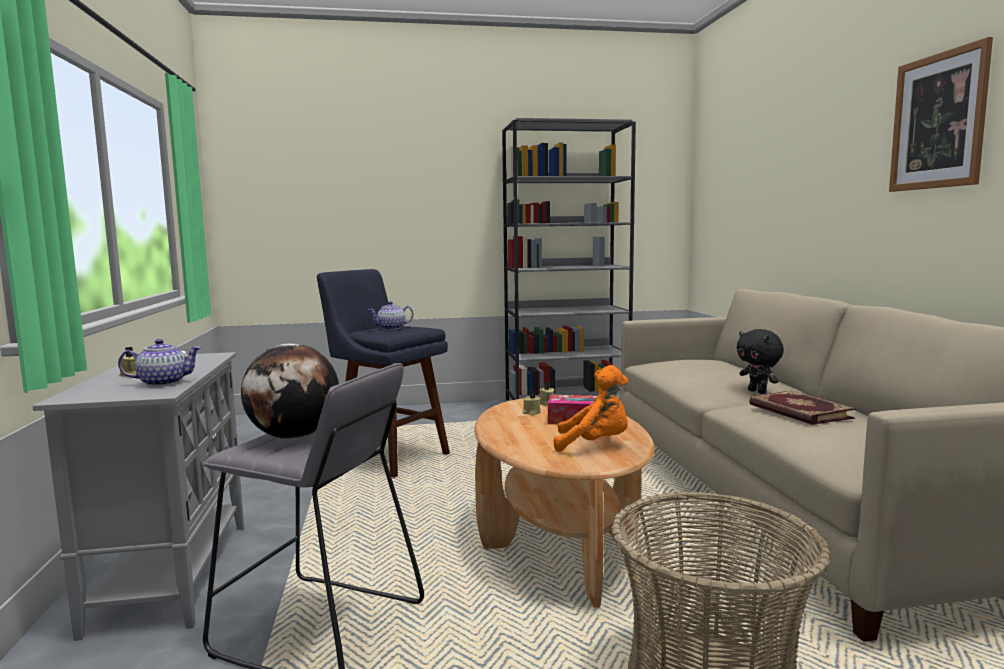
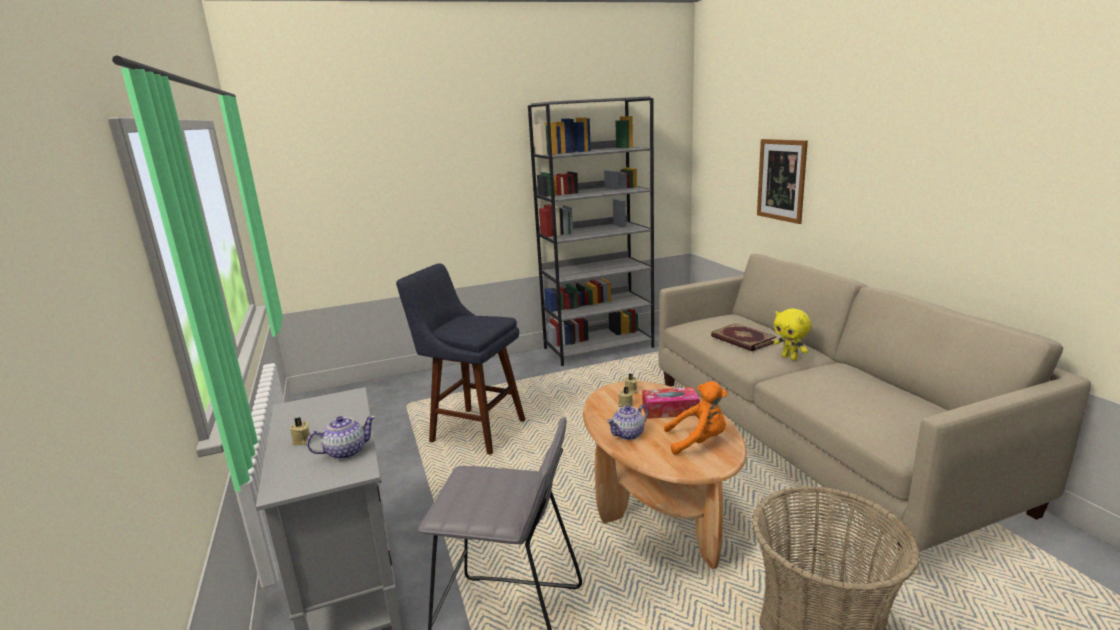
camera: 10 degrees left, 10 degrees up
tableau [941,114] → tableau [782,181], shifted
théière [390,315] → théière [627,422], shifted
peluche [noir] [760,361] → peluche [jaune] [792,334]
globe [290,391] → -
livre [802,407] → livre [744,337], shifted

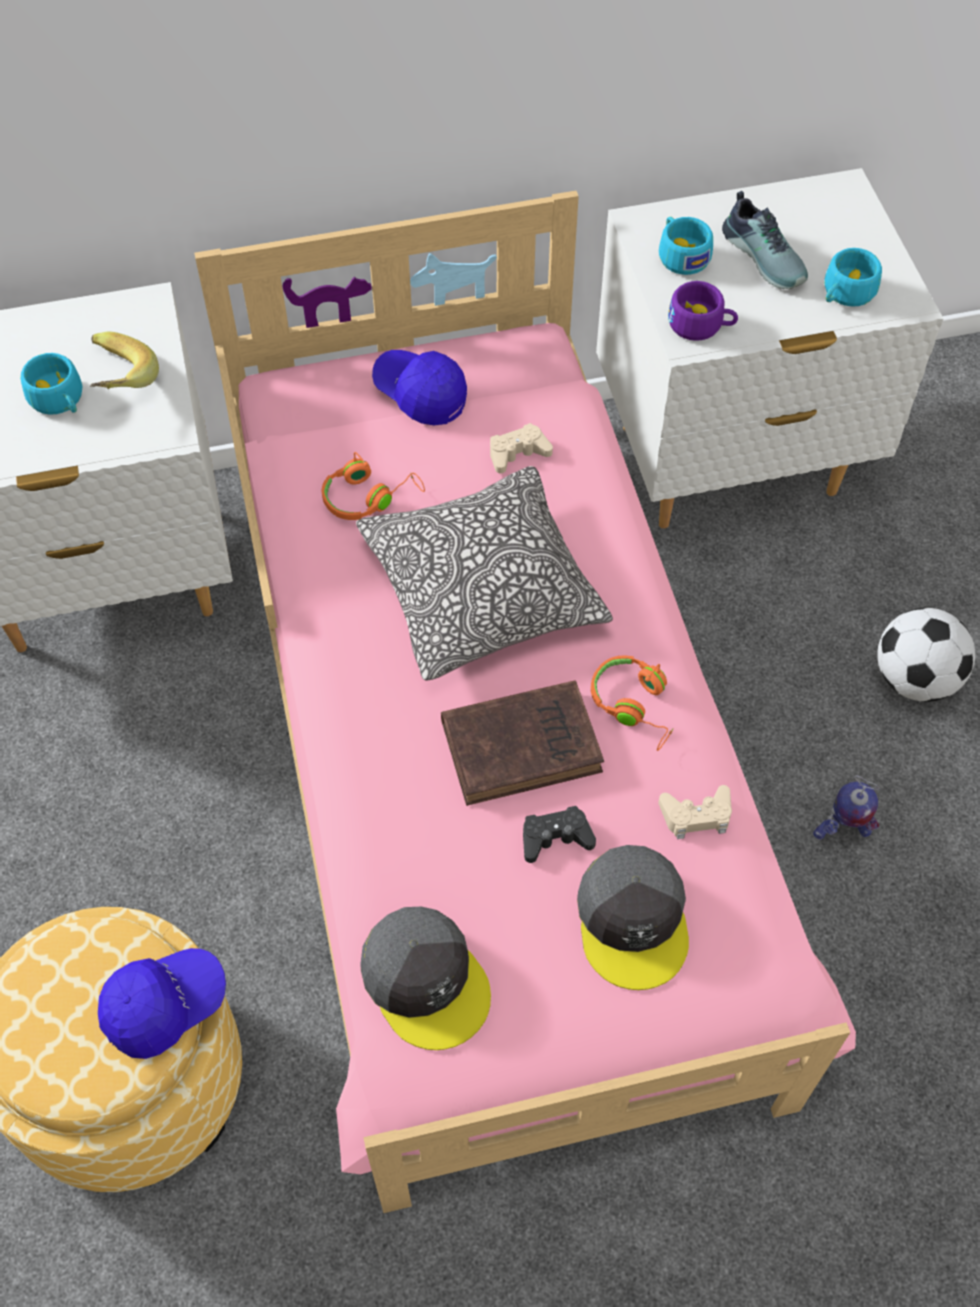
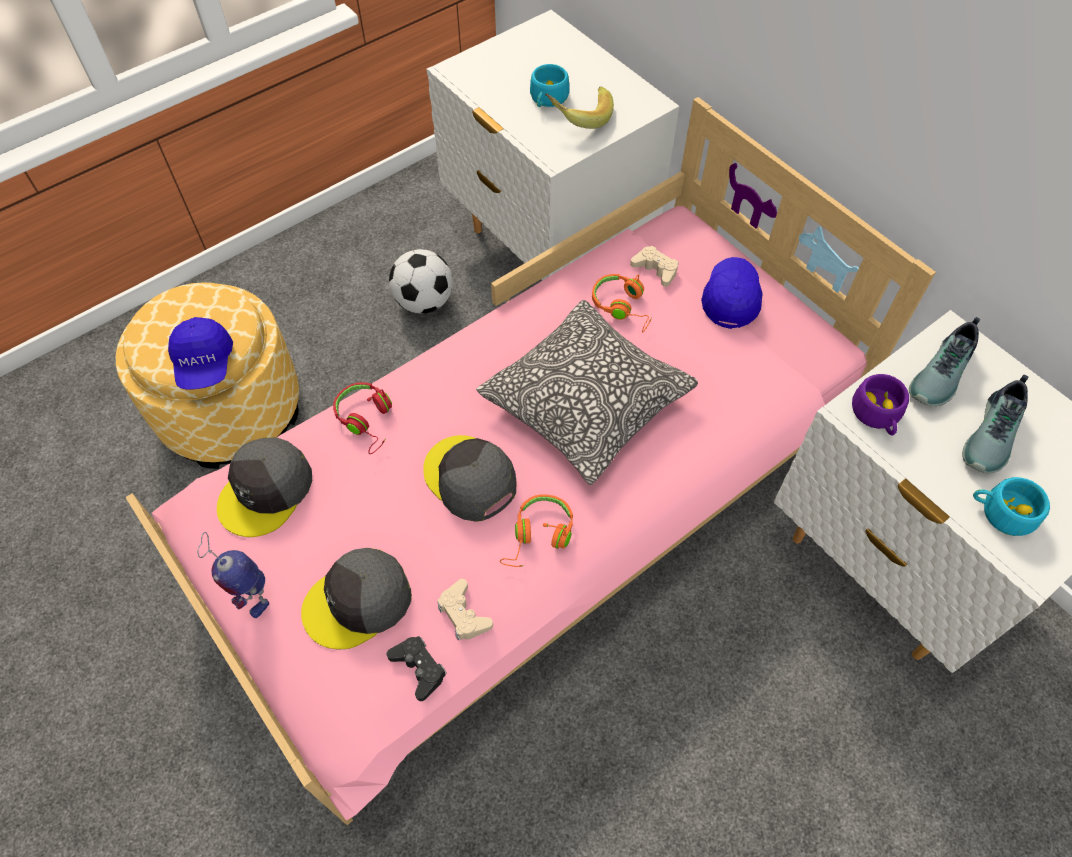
camera: 65 degrees right, 0 degrees up
tasse [turquoise] [686,246] → chaussure [944,361]
manette [beige] [521,448] → manette [beige] [654,266], shifted
ballon de foot [926,655] → ballon de foot [421,281], shifted
livre [marron] [522,743] → casquette [gris] [469,478]
robot jouet [846,807] → robot jouet [233,575], shifted
manette [noir] [559,834] → manette [noir] [417,668], shifted
casquette [bleu] [162,1003] → casquette [bleu] [200,353], 45 degrees clockwise
- → casque audio [rouge] [362,418]

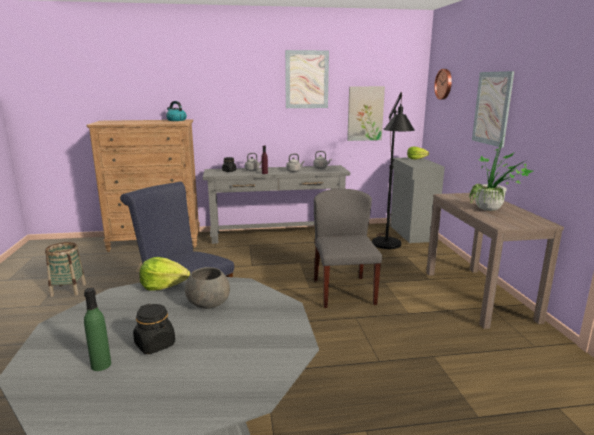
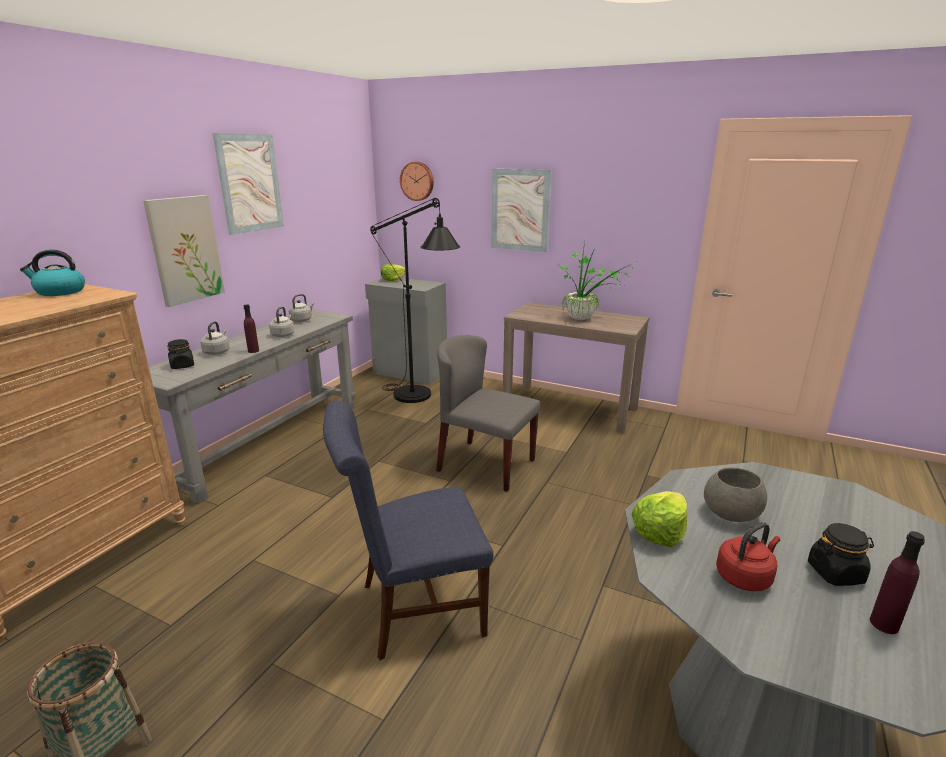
camera: 55 degrees left, 5 degrees up
tableau [366,113] → tableau [184,251], shifted
bouteille [vert] [97,329] → bouteille [violet] [897,582]
- → bouilloire [rouge] [748,556]

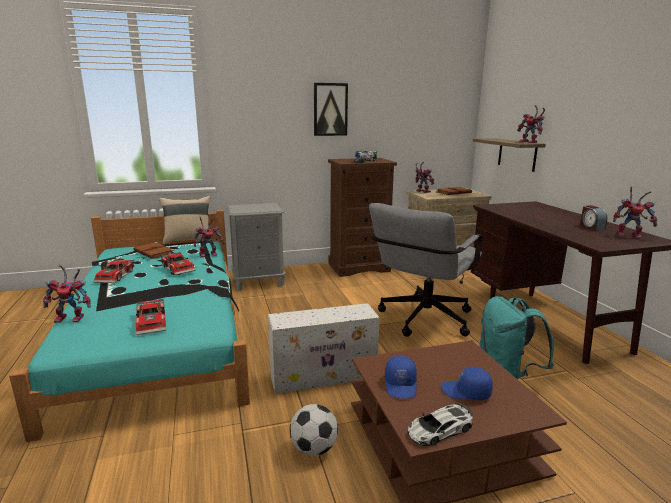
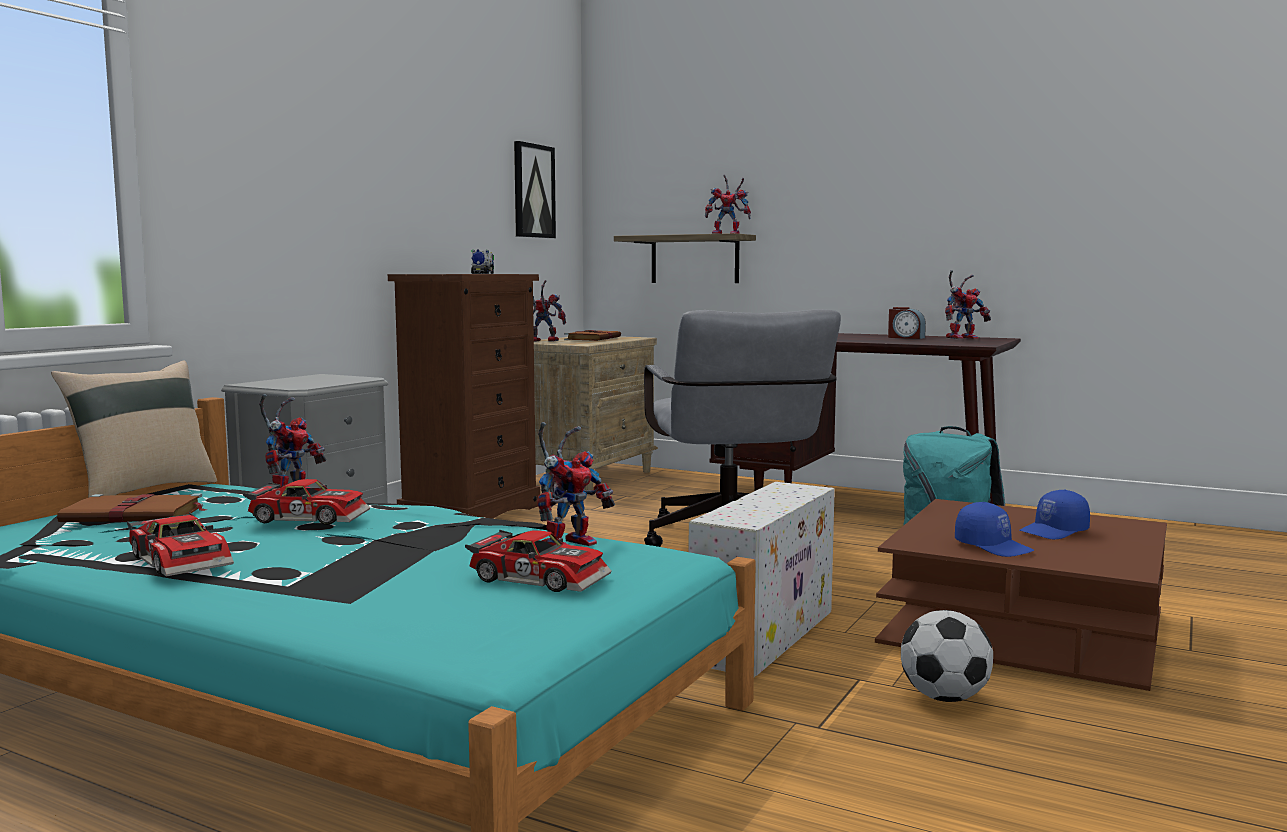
camera: 45 degrees left, 10 degrees down
tableau [331,109] → tableau [535,189], shifted
robot jouet [67,294] → robot jouet [576,484], shifted
petite voiture [440,424] → -

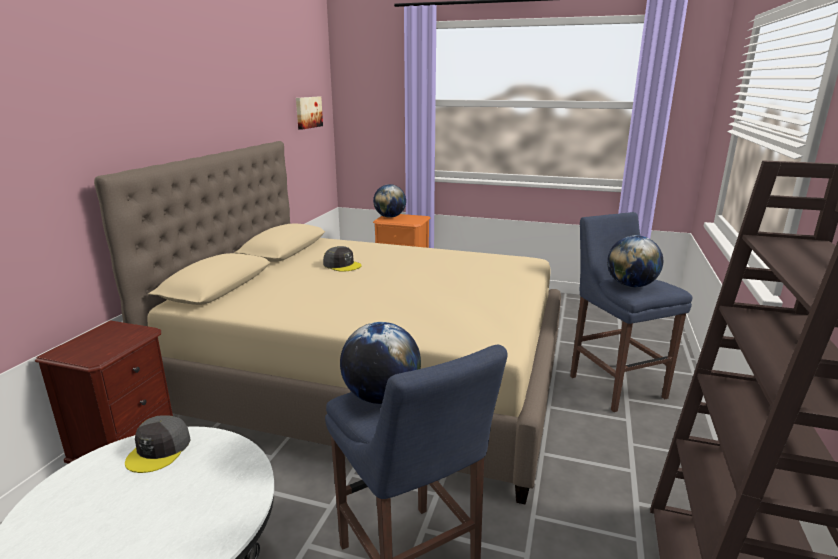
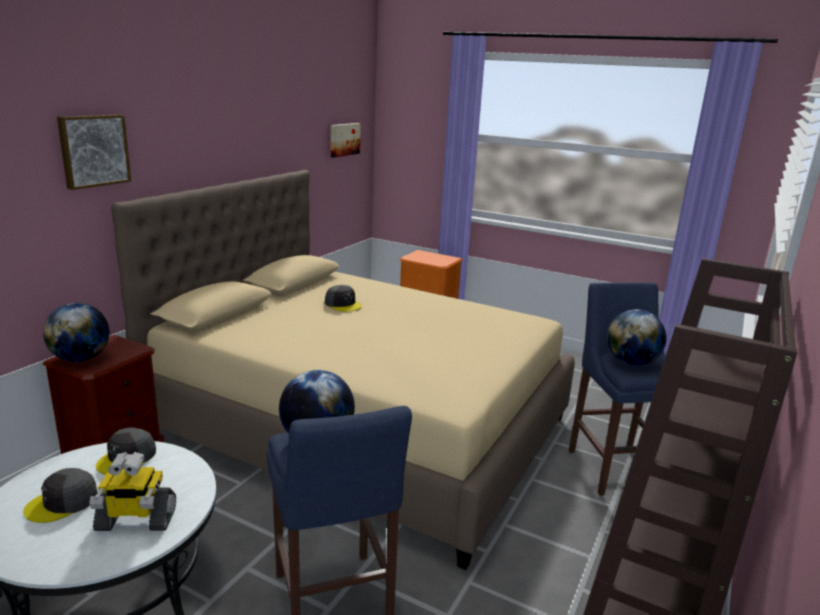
camera: 10 degrees right, 0 degrees up
globe [389,201] → globe [76,332], shifted
- → tableau [94,152]
- → robot jouet [132,491]
- → casquette [gris] [60,495]

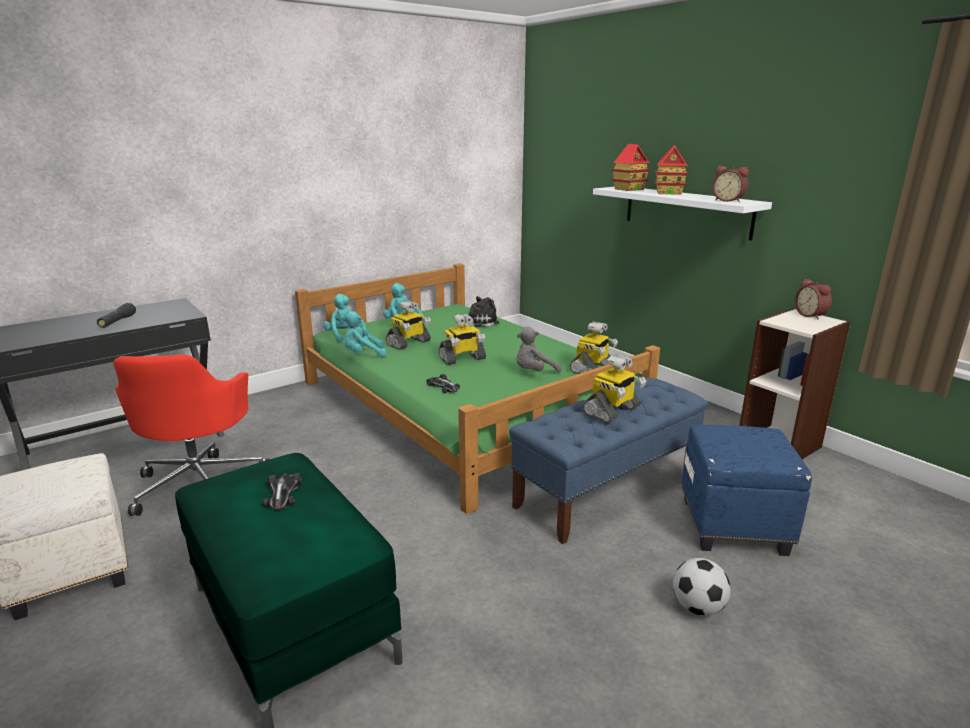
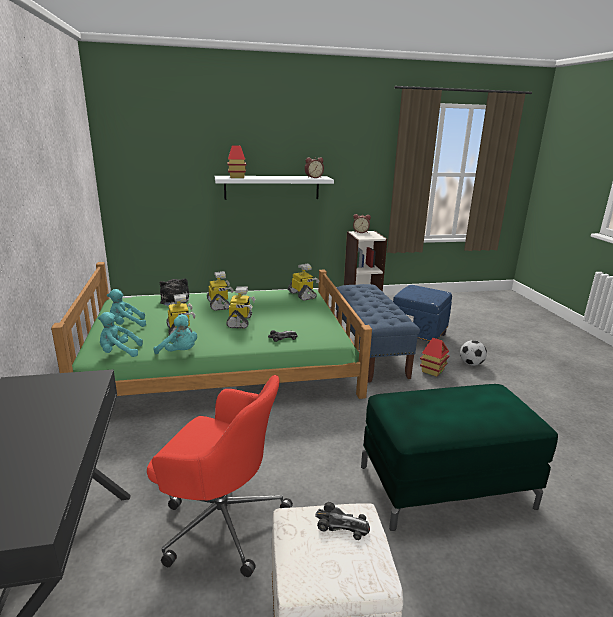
camera: 65 degrees left, 0 degrees up
maison miniature [671,170] → maison miniature [435,357], shifted
lampe de poche [noir] [116,315] → -
peluche [turquoise] [364,334] → peluche [turquoise] [175,334], 75 degrees counterclockwise
peluche [gris] [539,349] → -
robot jouet [615,388] → robot jouet [220,291], shifted
petite voiture [282,491] → petite voiture [342,521], shifted

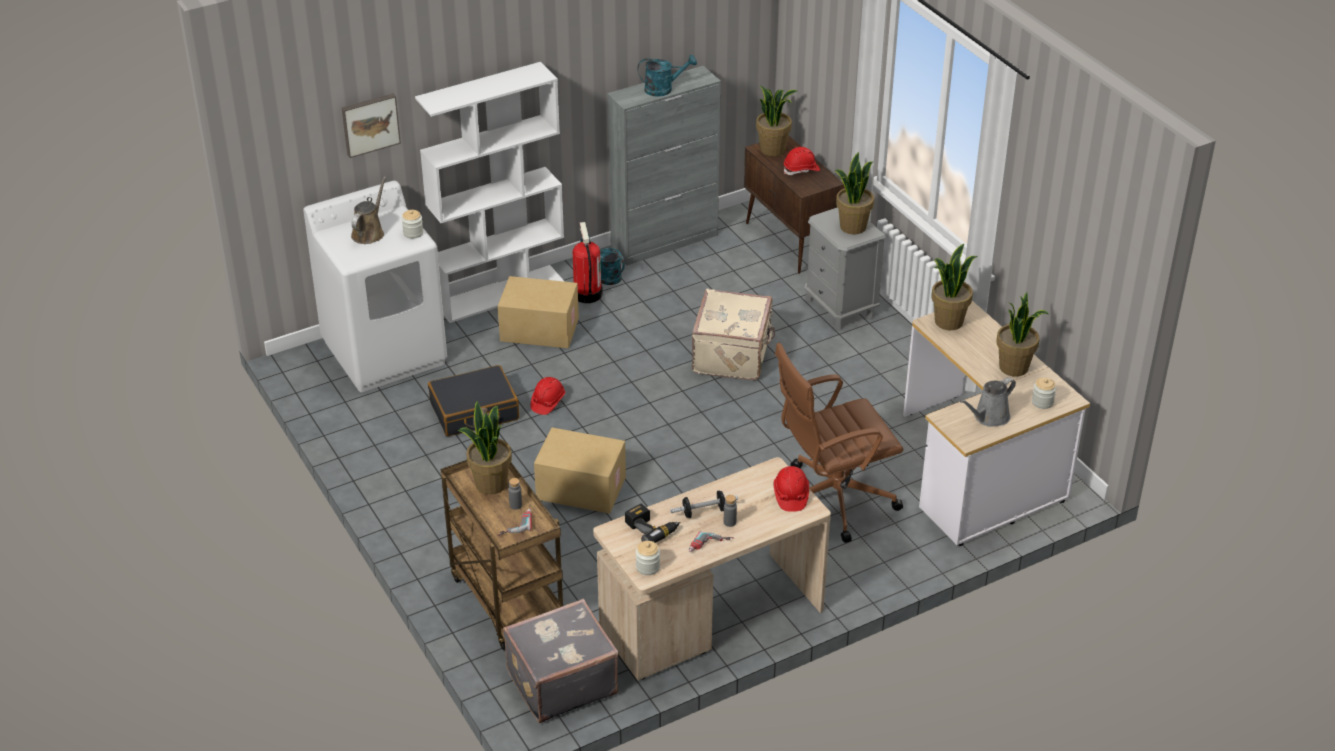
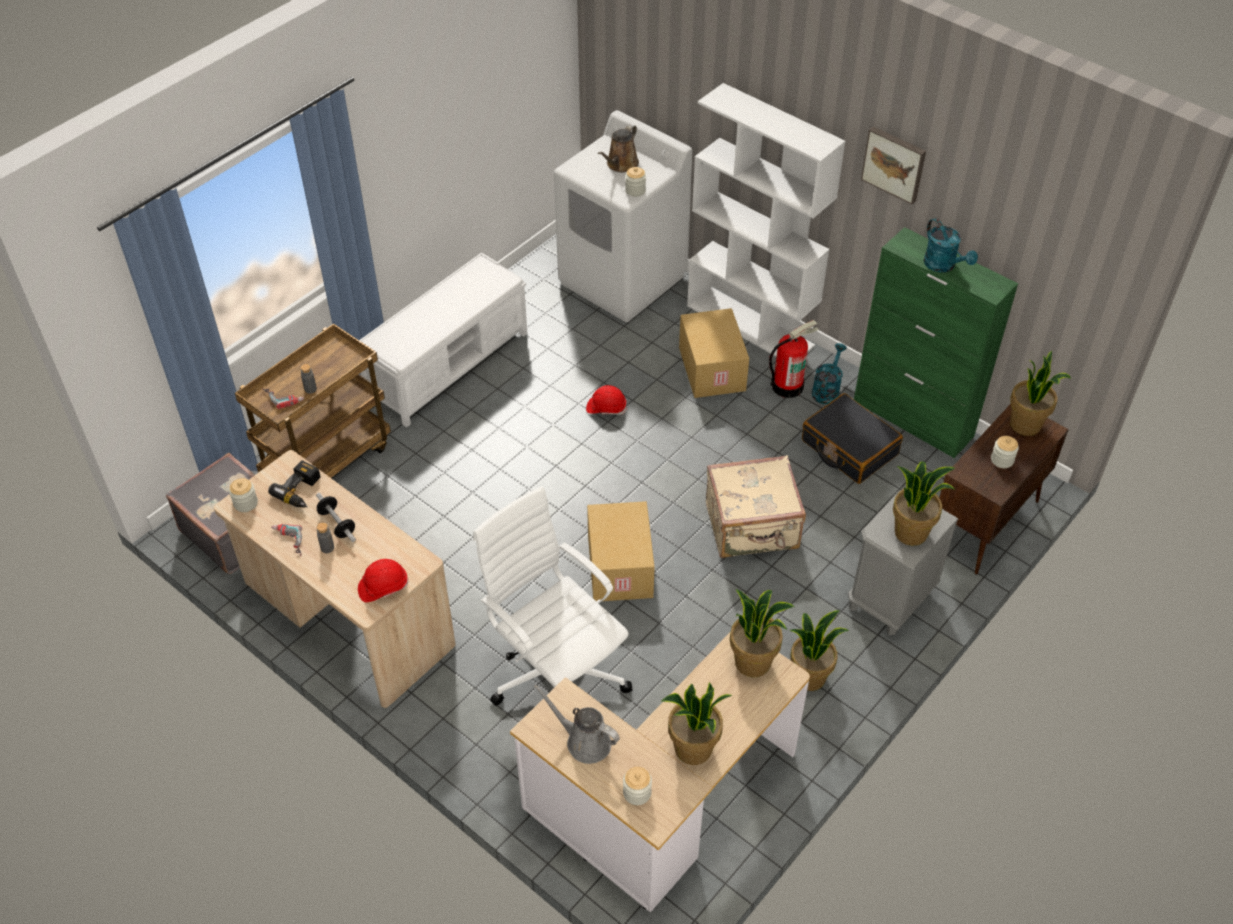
camera: 70 degrees right, 10 degrees up
meuble de rangement [gris] [664,165] → meuble de rangement [vert] [936,342]
tableau [371,125] → tableau [893,165], shifted
casque de chantier [rouge] [802,161] → bocal [1005,452]
arrosoir [marron] [368,210] → arrosoir [marron] [618,148], 120 degrees clockwise
chaise de bureau [marron] [839,443] → chaise de bureau [blanc] [553,596]
valise [noir] [473,400] → valise [noir] [852,438], shifted
plante en pot [485,447] → plante en pot [819,650], shifted
carton [580,470] → carton [621,551], shifted
- → banc [blanc] [443,340]

